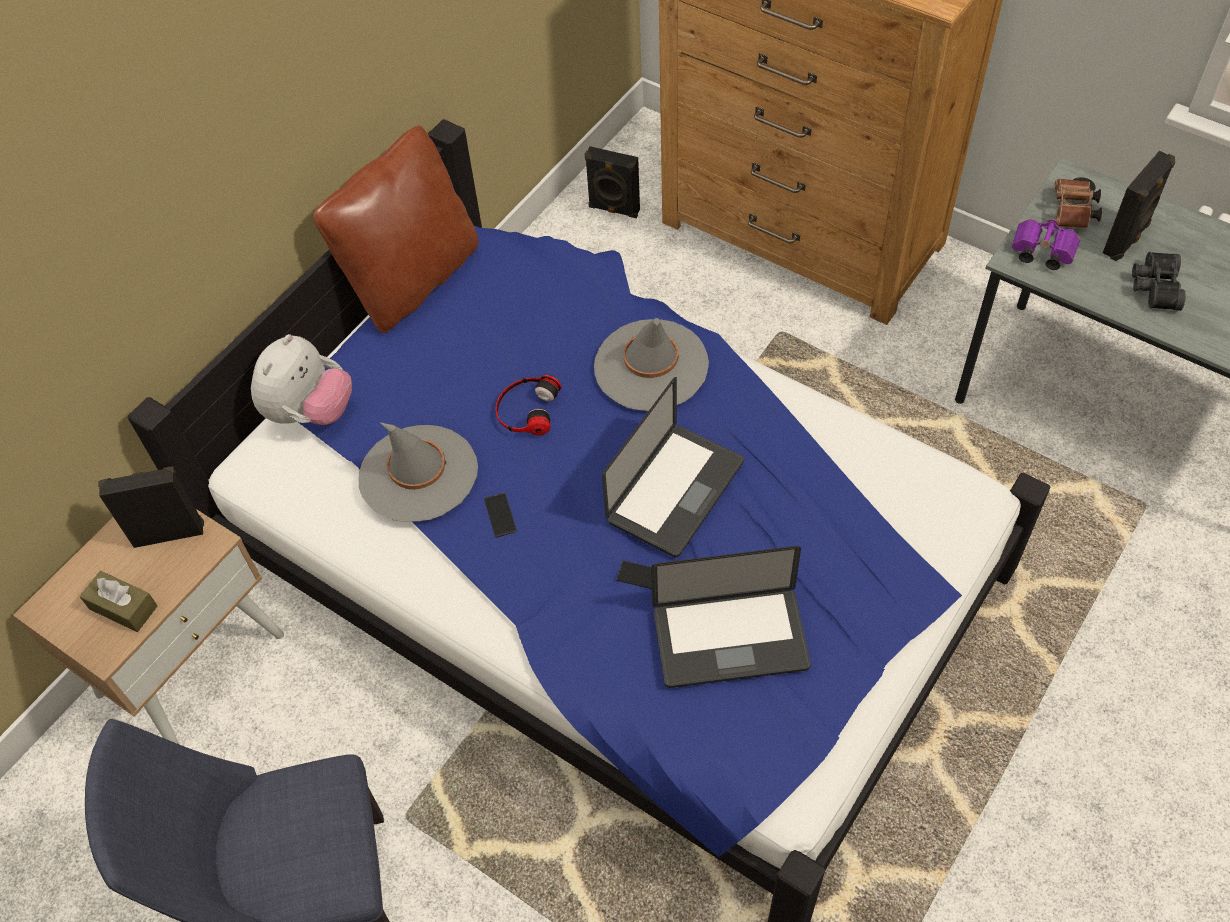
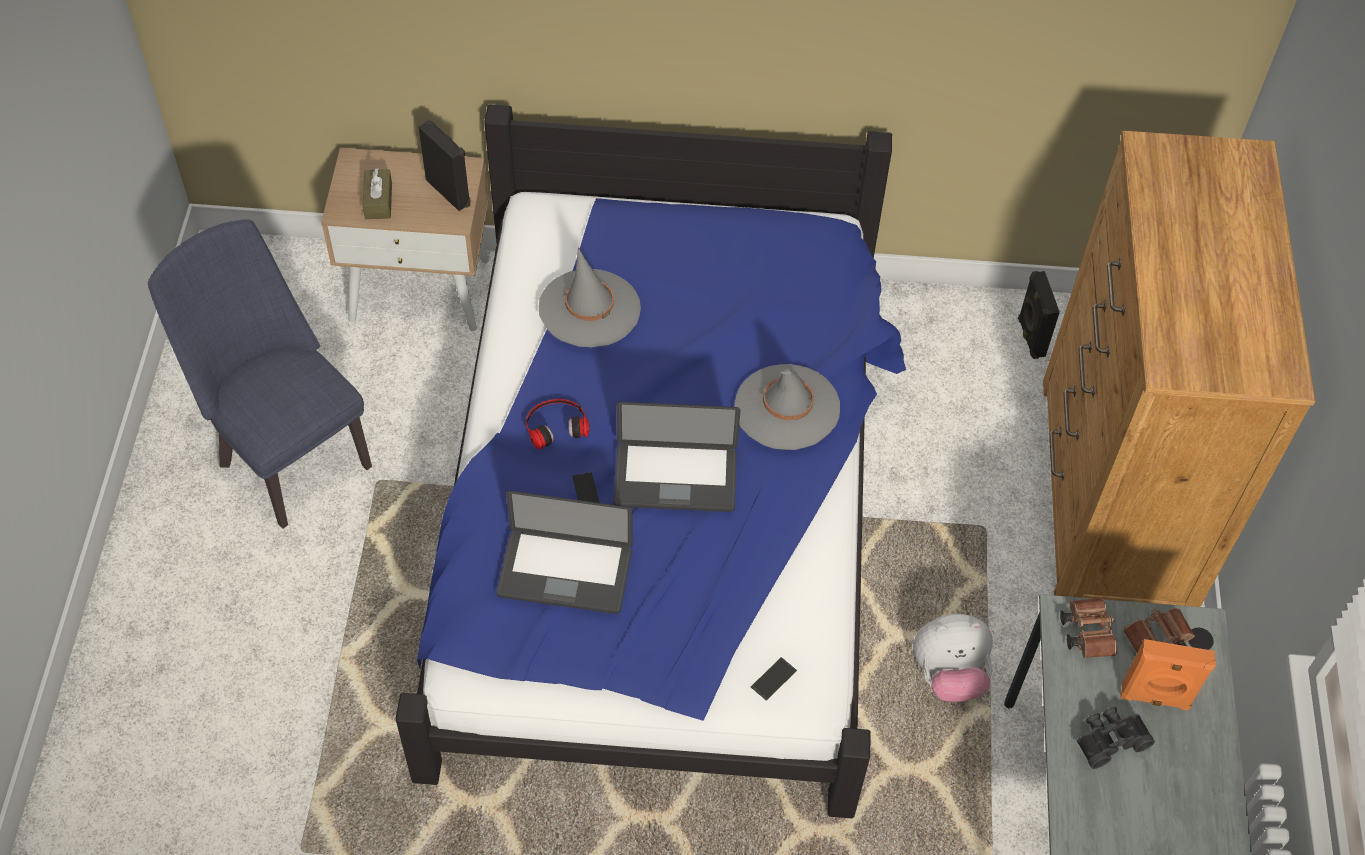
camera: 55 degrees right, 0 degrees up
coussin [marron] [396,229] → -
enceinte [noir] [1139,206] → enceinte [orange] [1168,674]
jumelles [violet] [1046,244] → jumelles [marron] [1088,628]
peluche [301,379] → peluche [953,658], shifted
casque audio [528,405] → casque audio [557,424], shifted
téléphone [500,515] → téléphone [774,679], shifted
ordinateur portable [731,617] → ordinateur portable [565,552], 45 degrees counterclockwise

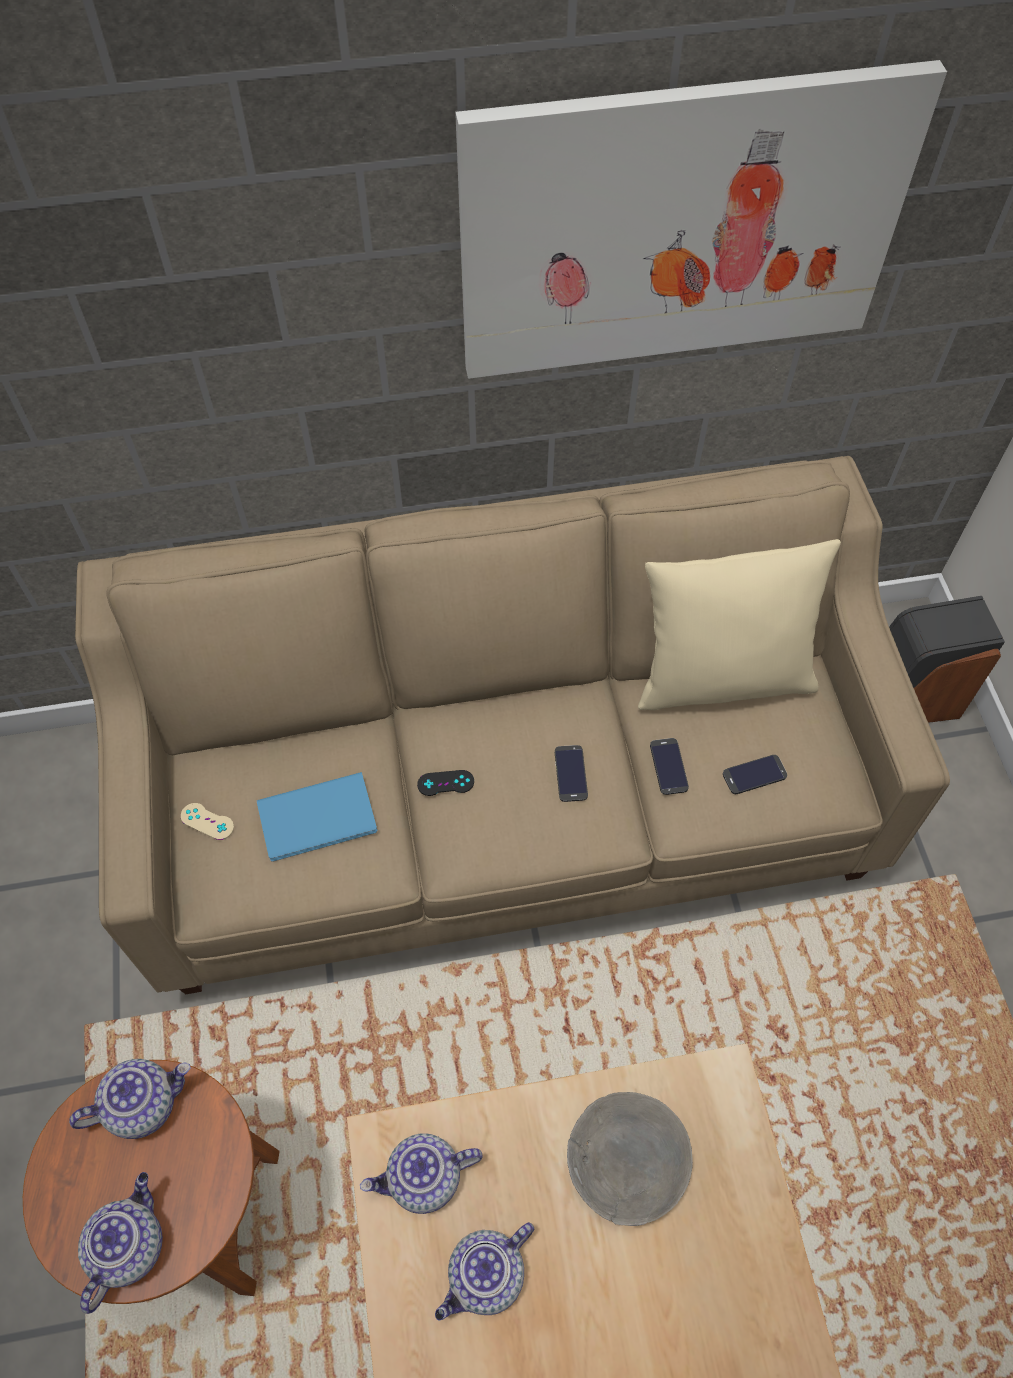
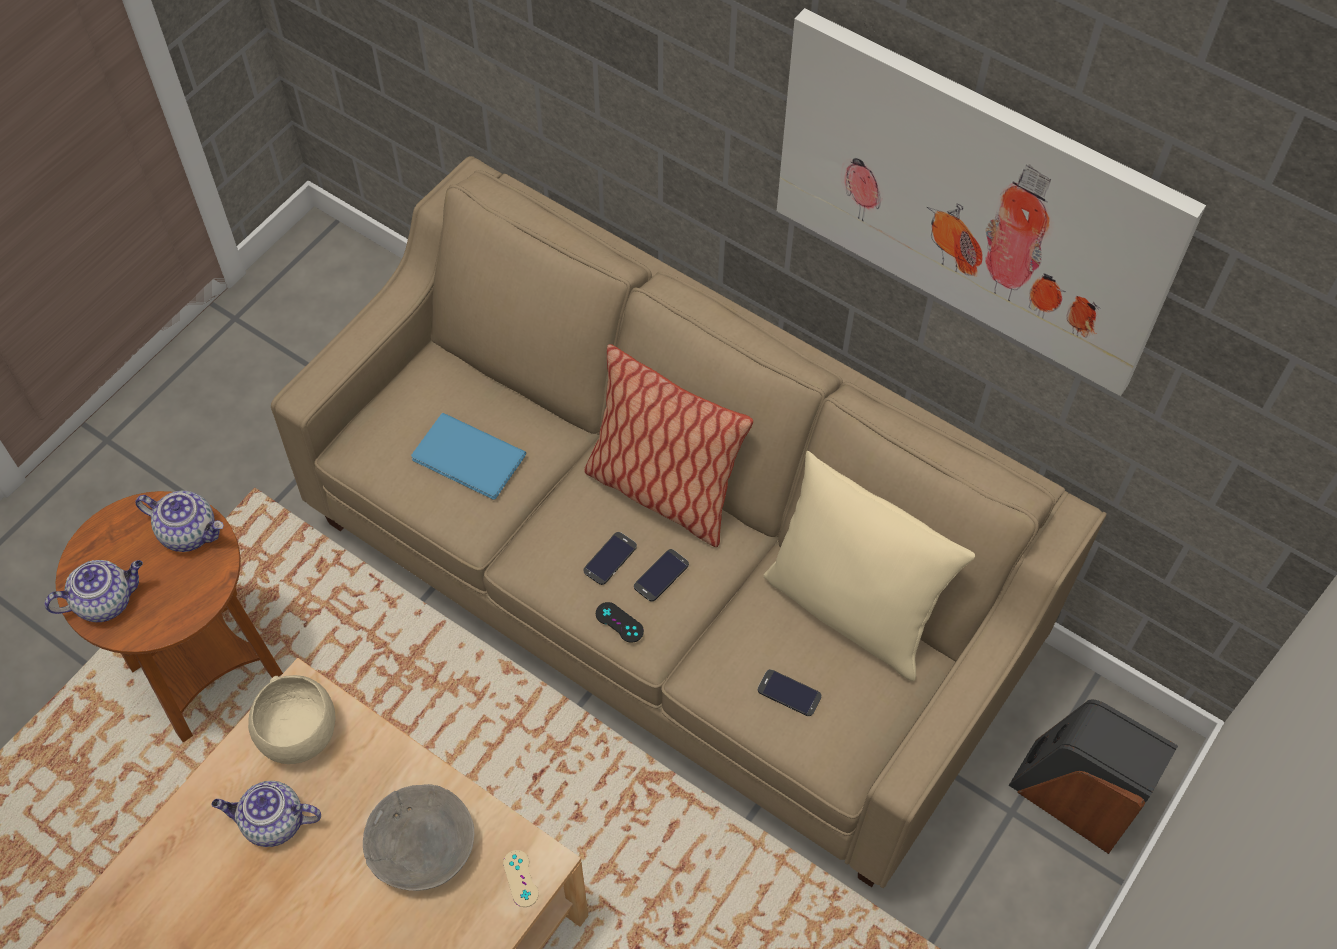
camera: 45 degrees right, 0 degrees up
téléphone [669,766] → téléphone [610,558], shifted
manette [noir] [445,783] → manette [noir] [620,622], shifted
manette [beige] [207,821] → manette [beige] [521,878], shifted
théière [421,1173] → bol [beige] [291,719]
- → coussin [668,445]

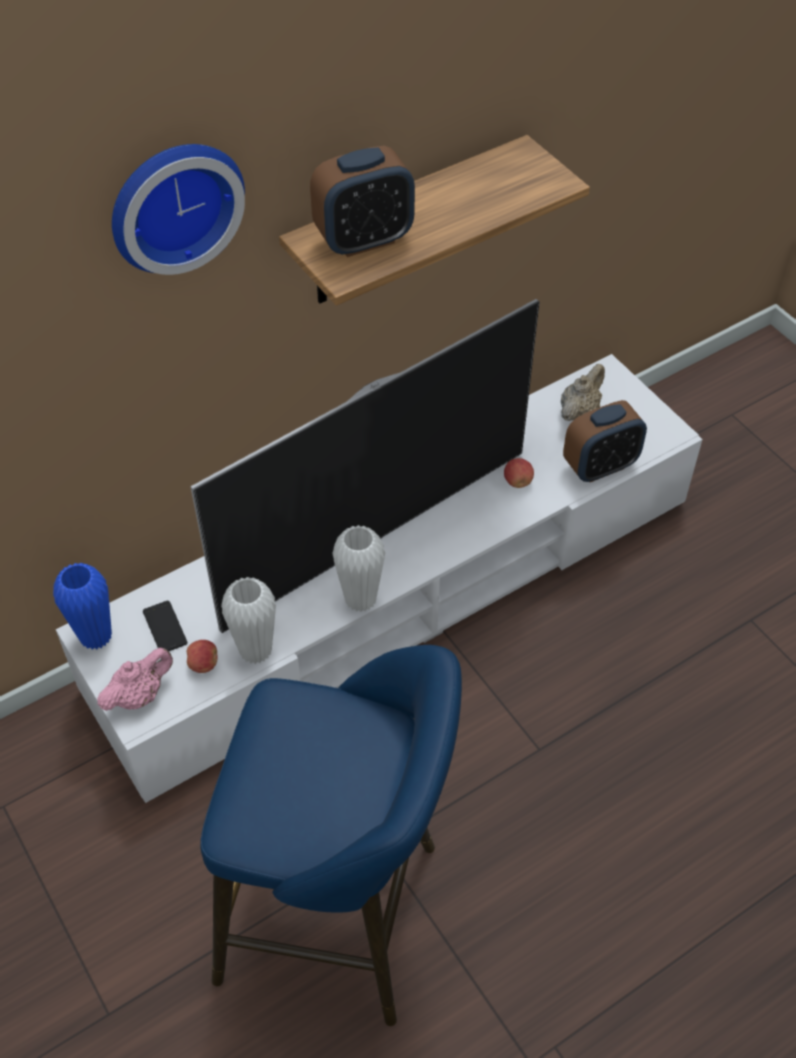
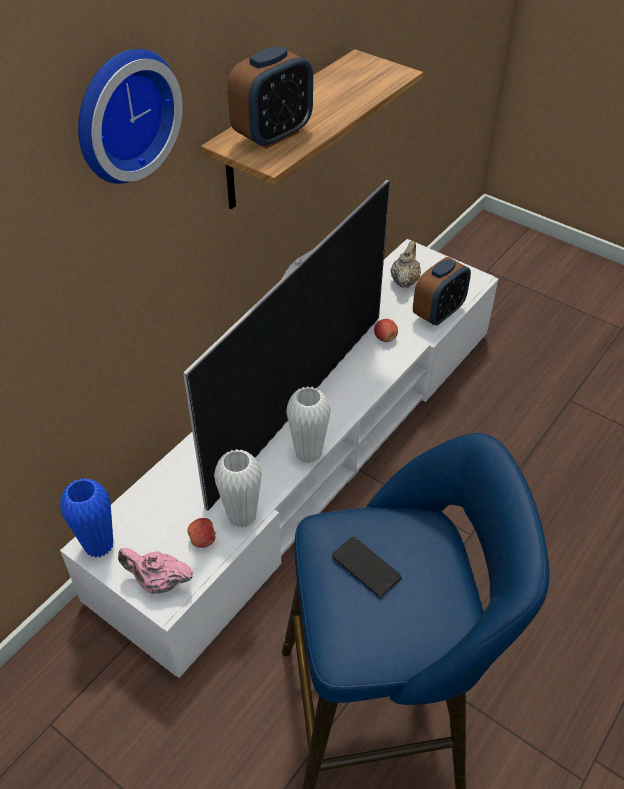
camera: 20 degrees left, 5 degrees down
téléphone [165,626] → téléphone [367,567], shifted
théière [rose] [135,679] → théière [rose] [155,571], 105 degrees counterclockwise

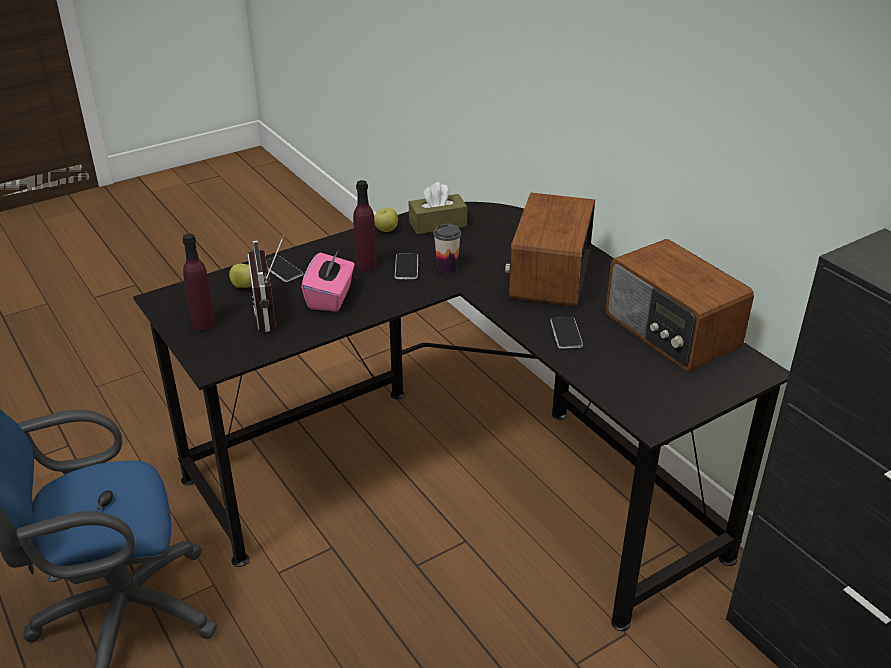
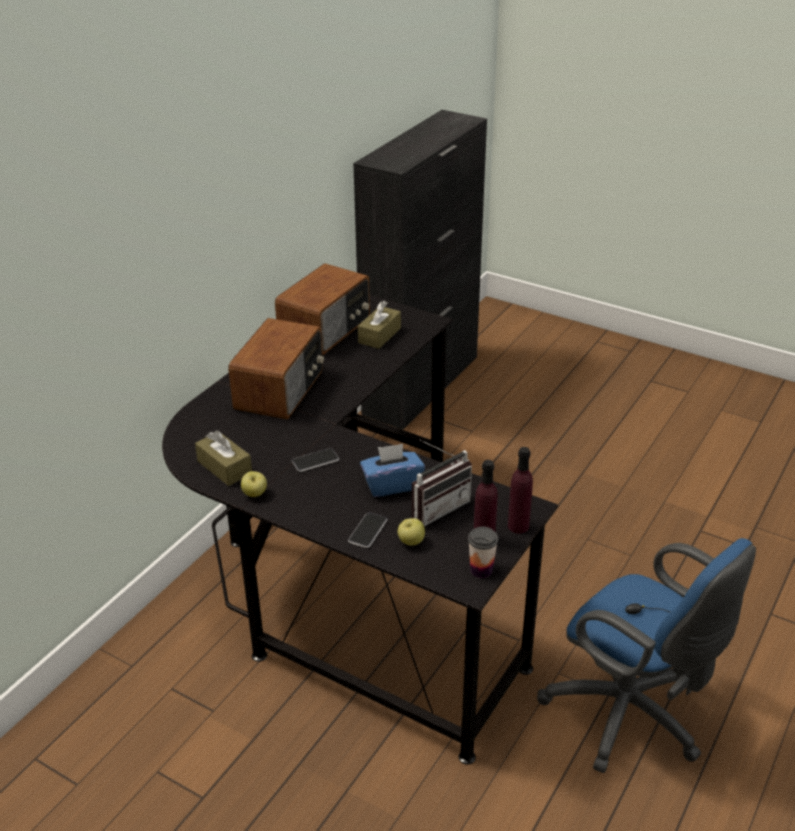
camera: 115 degrees left, 0 degrees up
bouteille [violet] [365,225] → bouteille [violet] [520,490], shifted
radio [550,250] → radio [276,368], 60 degrees counterclockwise
tasse [447,248] → tasse [483,552], shifted
boîte à mouchoirs [rose] [328,281] → boîte à mouchoirs [bleu] [392,470]
téléphone [566,333] → -
- → boîte à mouchoirs [marron] [379,325]

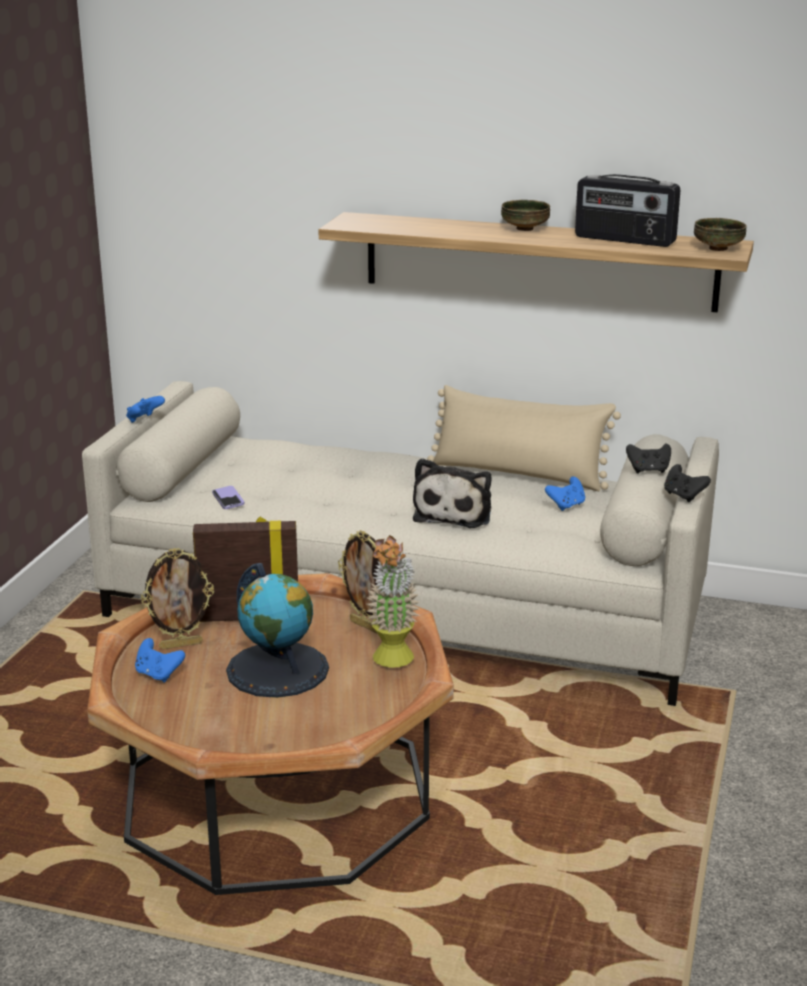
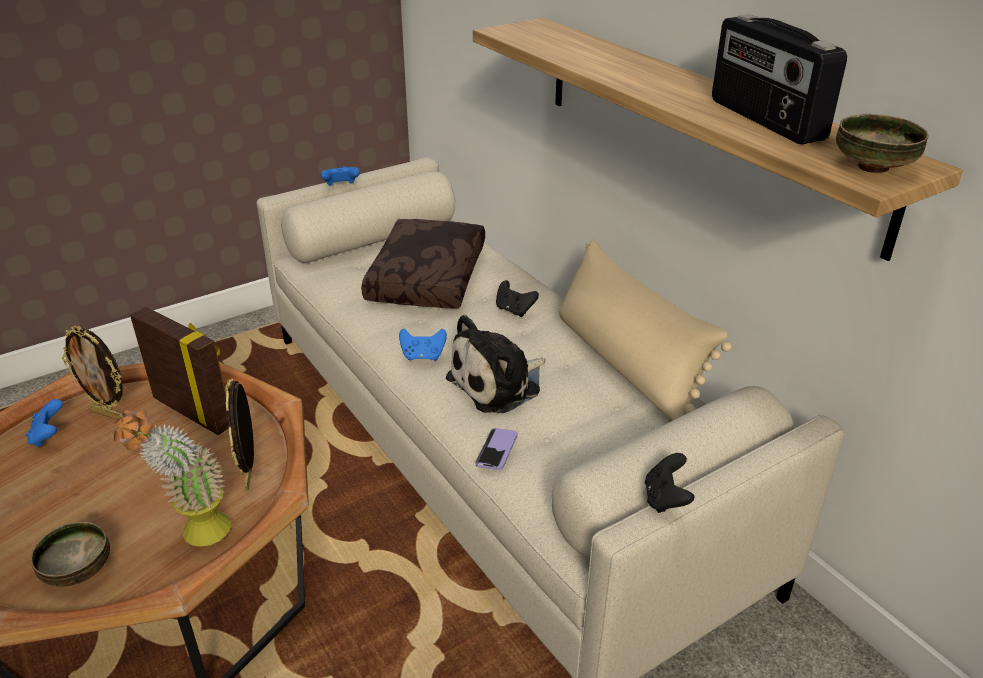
camera: 40 degrees right, 10 degrees up
bol [525,215] → bol [70,554], shifted
manette [noir] [648,458] → manette [noir] [517,298], shifted
manette [bleu] [565,494] → manette [bleu] [423,345], shifted
téléphone [228,497] → téléphone [496,449], shifted
globe [277,630] → -
- → coussin [marron] [423,263]

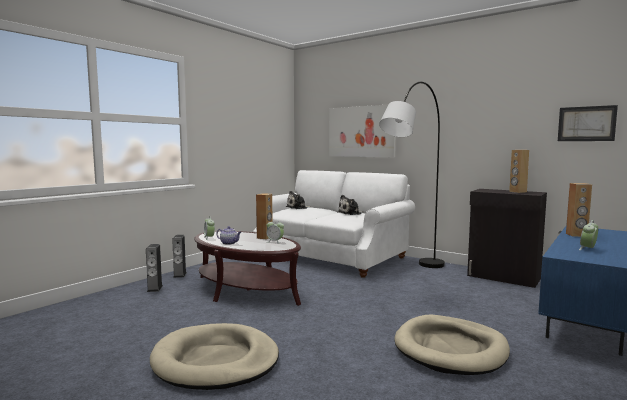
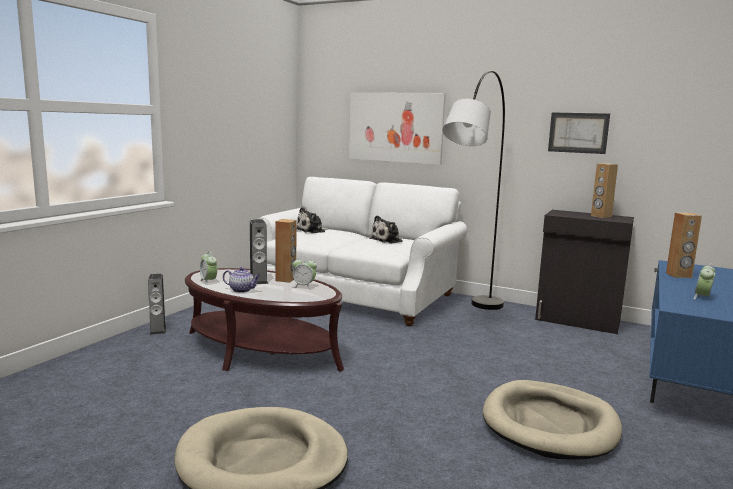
camera: 10 degrees left, 5 degrees up
tableau [588,123] → tableau [579,133], shifted
enceinte [154,268] → enceinte [259,251], shifted

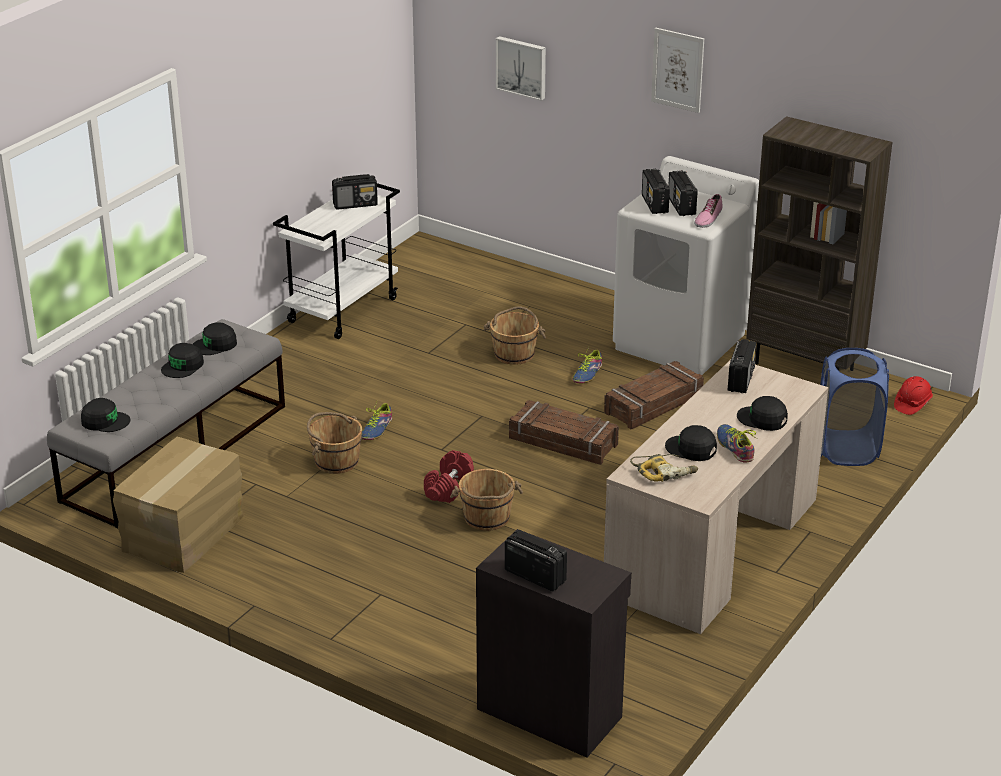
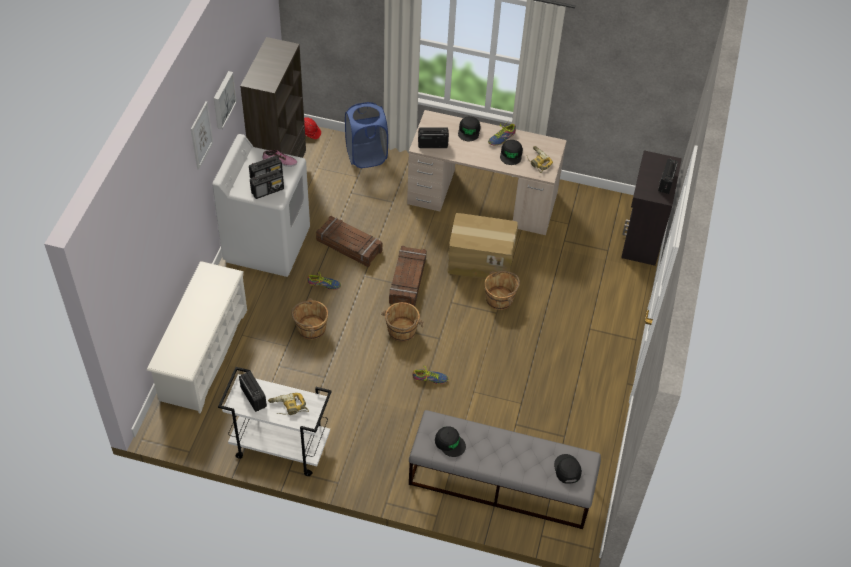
camera: 110 degrees left, 20 degrees up
tableau [521,68] → tableau [225,100], shifted
casquette [noir] [182,360] → -
seau [marron] [334,443] → seau [marron] [402,322], shifted
carton [178,505] → carton [482,246], shifted
haltère [rouge] [449,476] → -
- → étagère à chaussures [blanc] [197,337]
- → perceuse [288,404]

